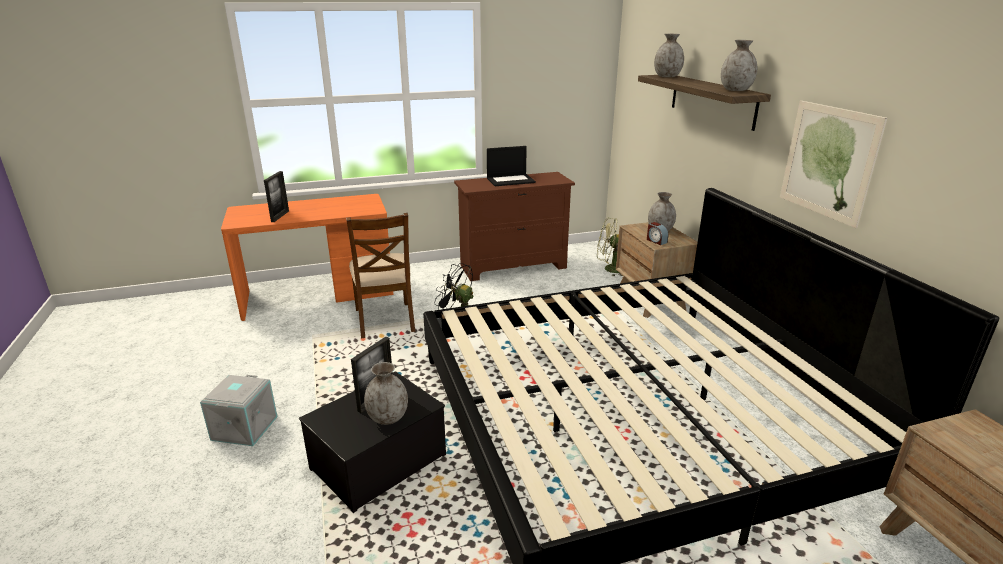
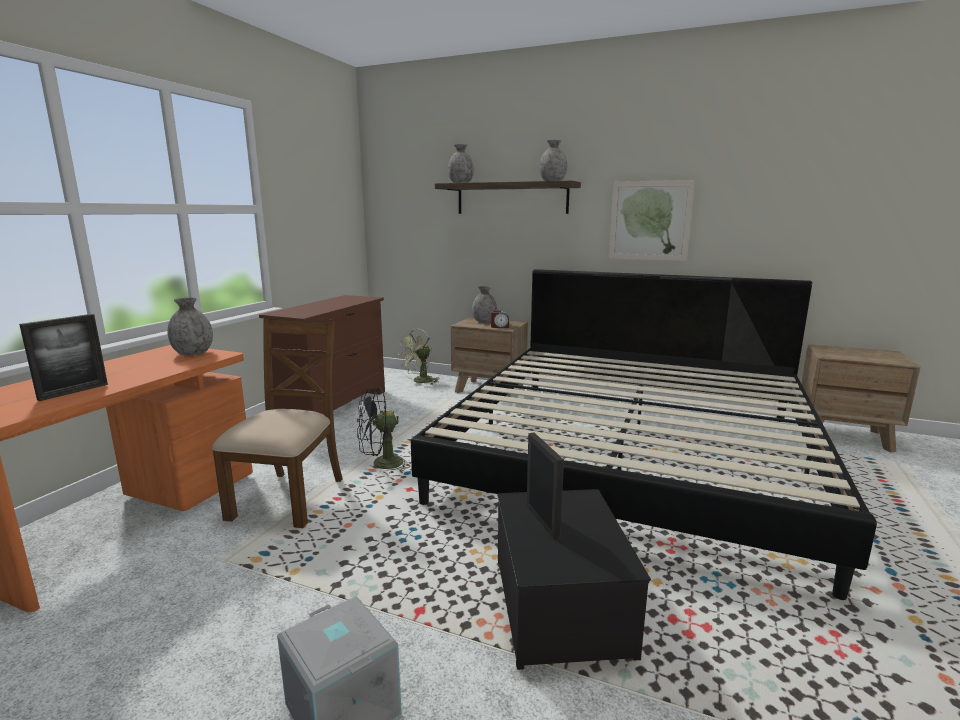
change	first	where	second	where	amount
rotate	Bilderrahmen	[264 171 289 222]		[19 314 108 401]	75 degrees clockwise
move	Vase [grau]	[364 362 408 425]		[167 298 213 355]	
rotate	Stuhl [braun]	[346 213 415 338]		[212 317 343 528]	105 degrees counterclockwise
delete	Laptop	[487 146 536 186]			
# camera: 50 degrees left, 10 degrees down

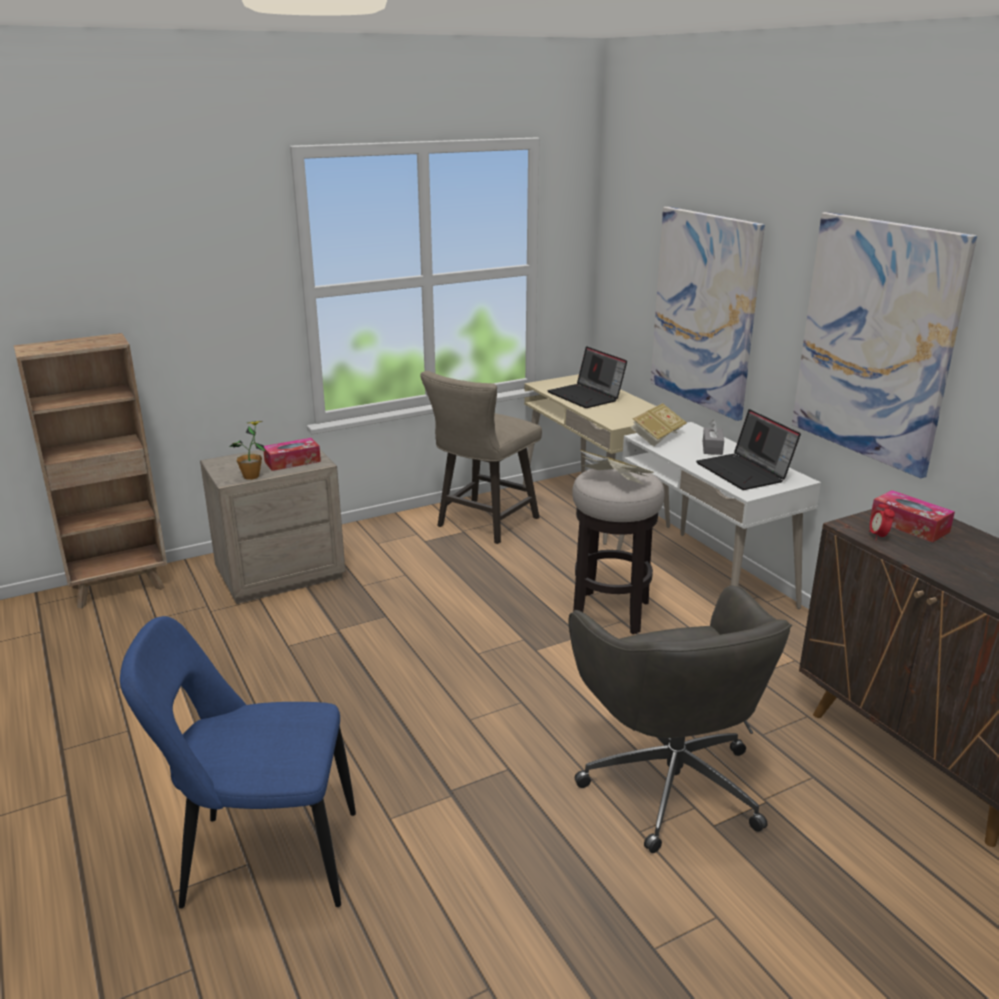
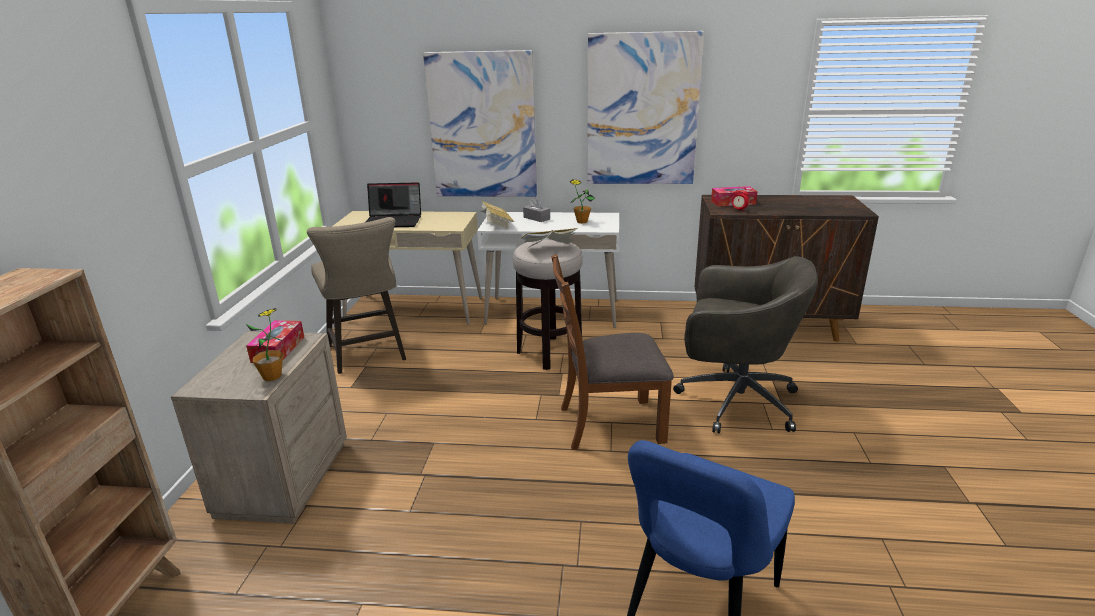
change	first	where	second	where	amount
insert			Stuhl [braun]	[551 254 674 450]	
replace	Laptop	[696 409 801 490]	Topfpflanze	[570 180 595 223]	
# camera: 55 degrees left, 0 degrees up

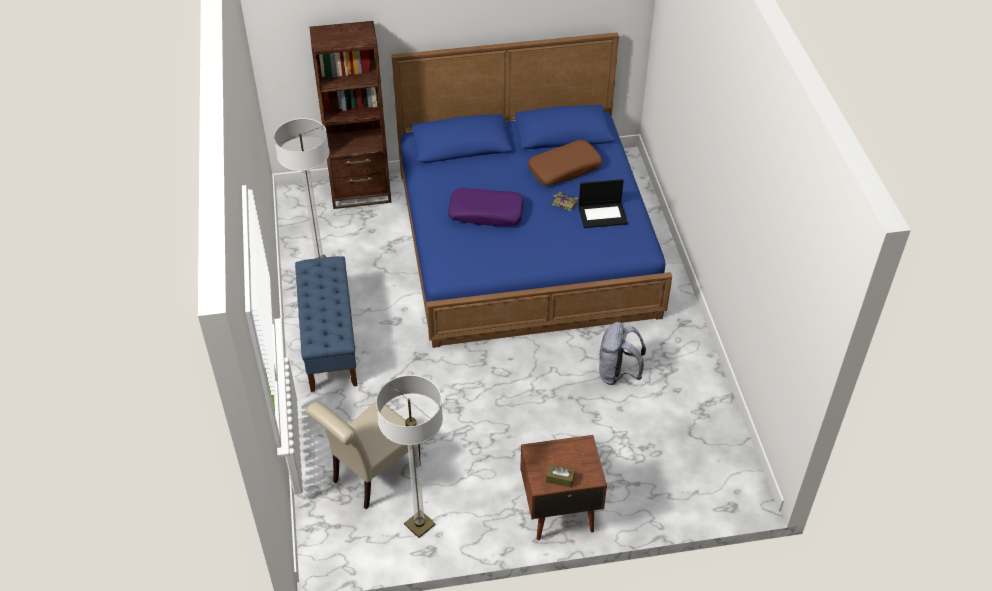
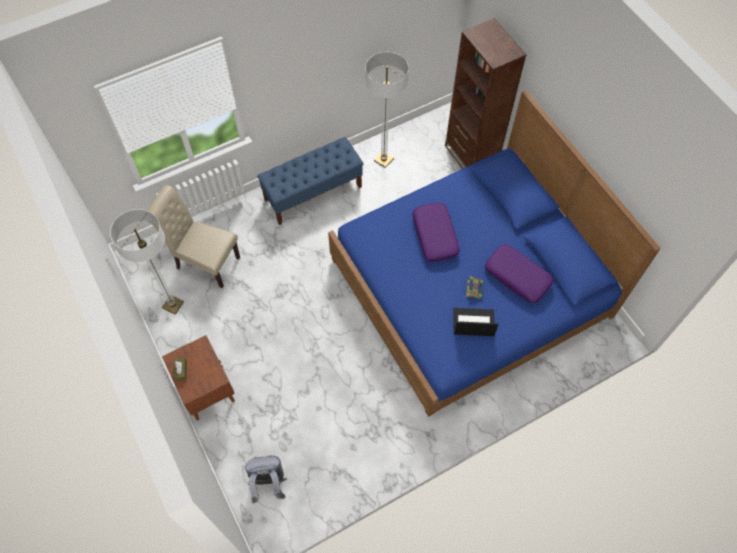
change	first	where	second	where	amount
move	Rucksack [grau]	[599 322 646 385]		[245 455 287 504]	
rotate	Laptop	[579 179 628 228]		[454 308 499 336]	120 degrees clockwise
recolor	Kissen [braun]	[528 140 602 186]	Kissen [lila]	[485 245 553 303]	
# camera: 70 degrees right, 15 degrees up

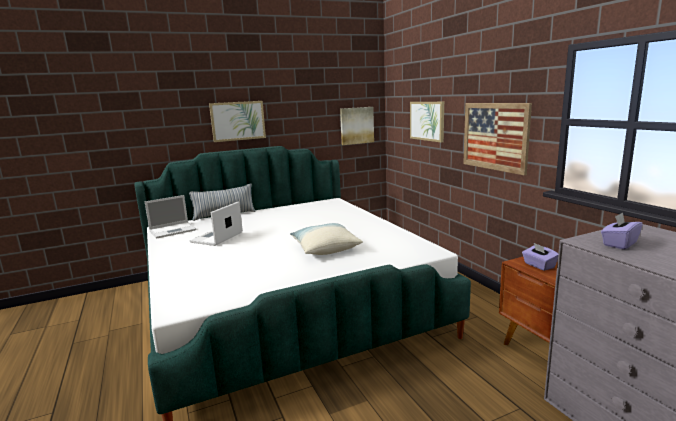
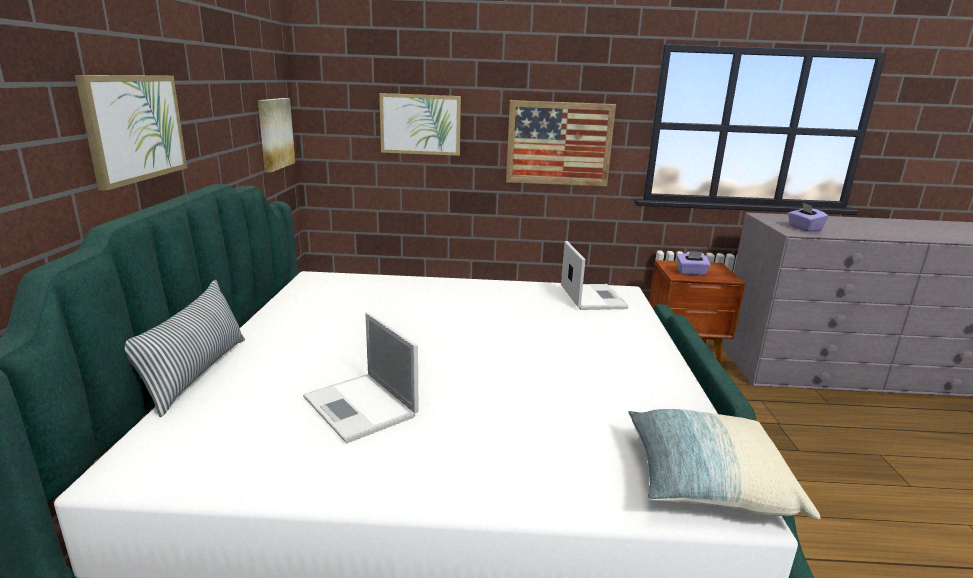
change	first	where	second	where	amount
move	Laptop	[145 195 196 239]		[561 241 629 310]	
move	Kissen	[290 223 363 255]		[628 409 821 520]	
# camera: 65 degrees left, 5 degrees up

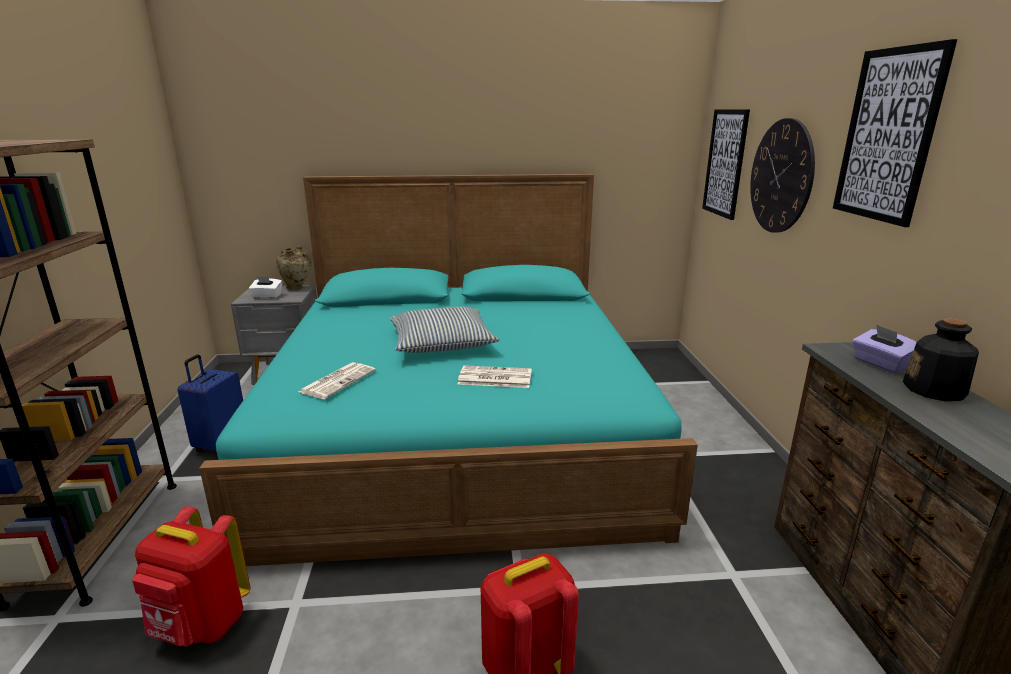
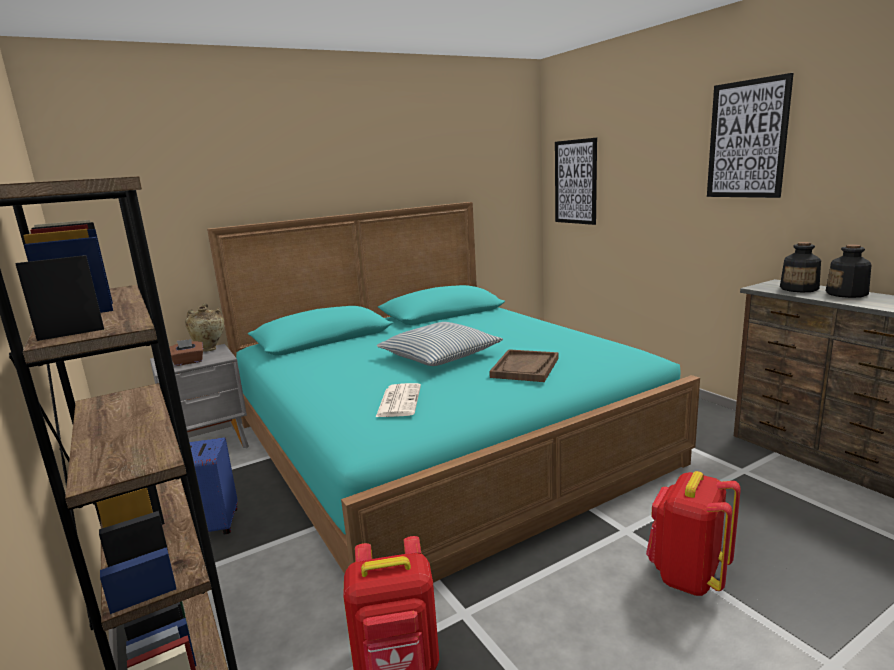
change	first	where	second	where	amount
recolor	Taschentuchbox [weiß]	[249 276 282 299]	Taschentuchbox [braun]	[169 339 203 366]	
replace	Zeitung	[458 365 532 388]	Tablett [braun]	[489 349 558 382]	
replace	Taschentuchbox [lila]	[852 325 917 373]	Flasche	[780 242 821 293]	
delete	Wanduhr	[750 118 815 233]			
# camera: 25 degrees left, 5 degrees down

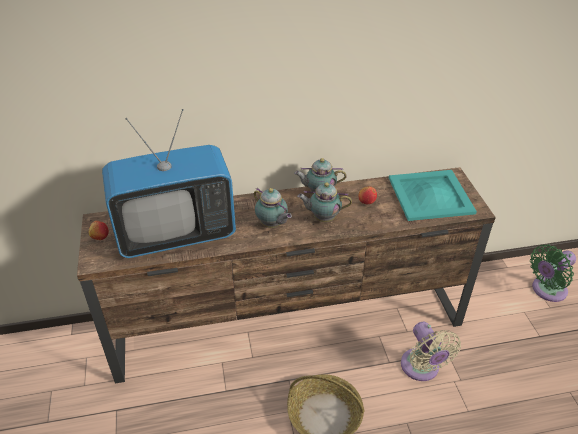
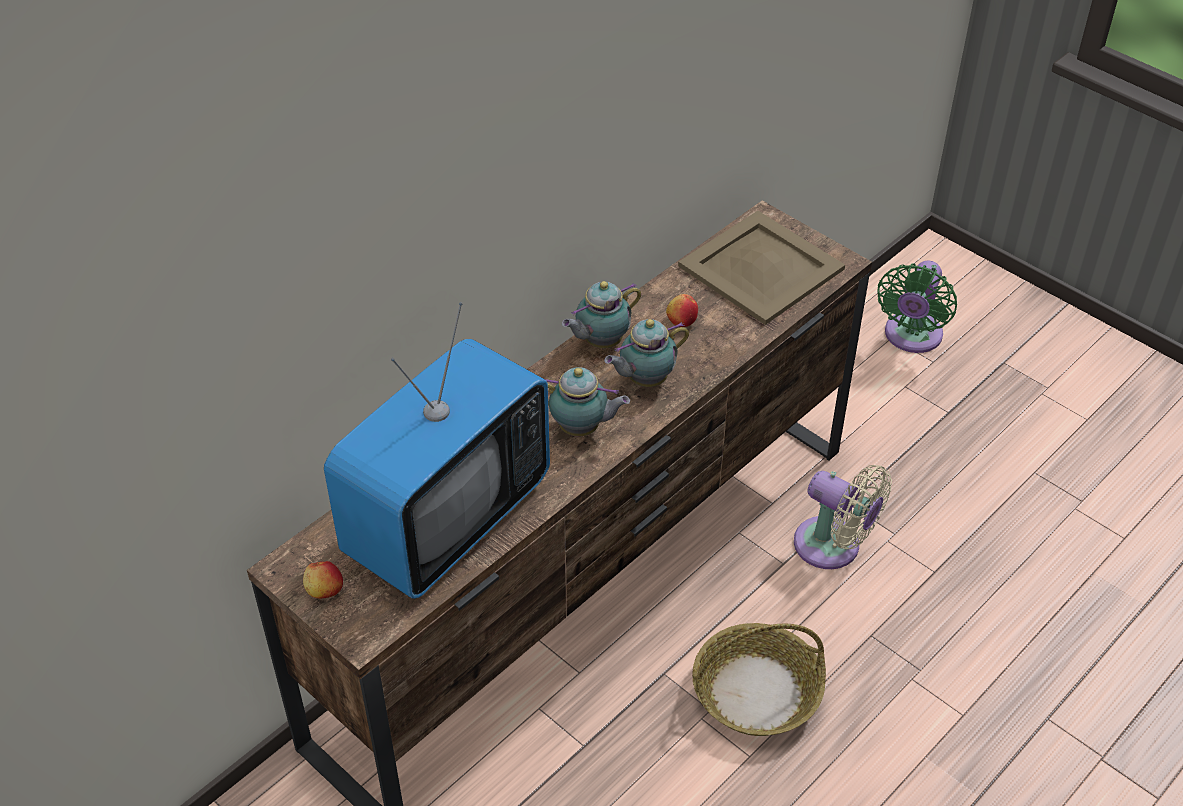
change	first	where	second	where	amount
recolor	Tablett [türkis]	[389 170 477 221]	Tablett [beige]	[678 211 845 325]	
# camera: 35 degrees left, 5 degrees up

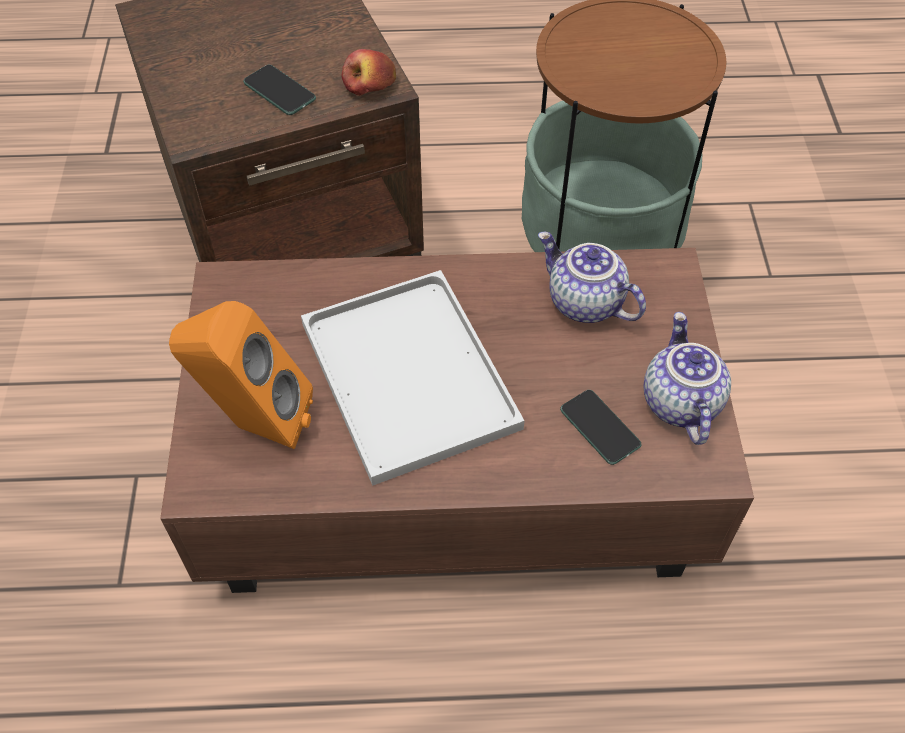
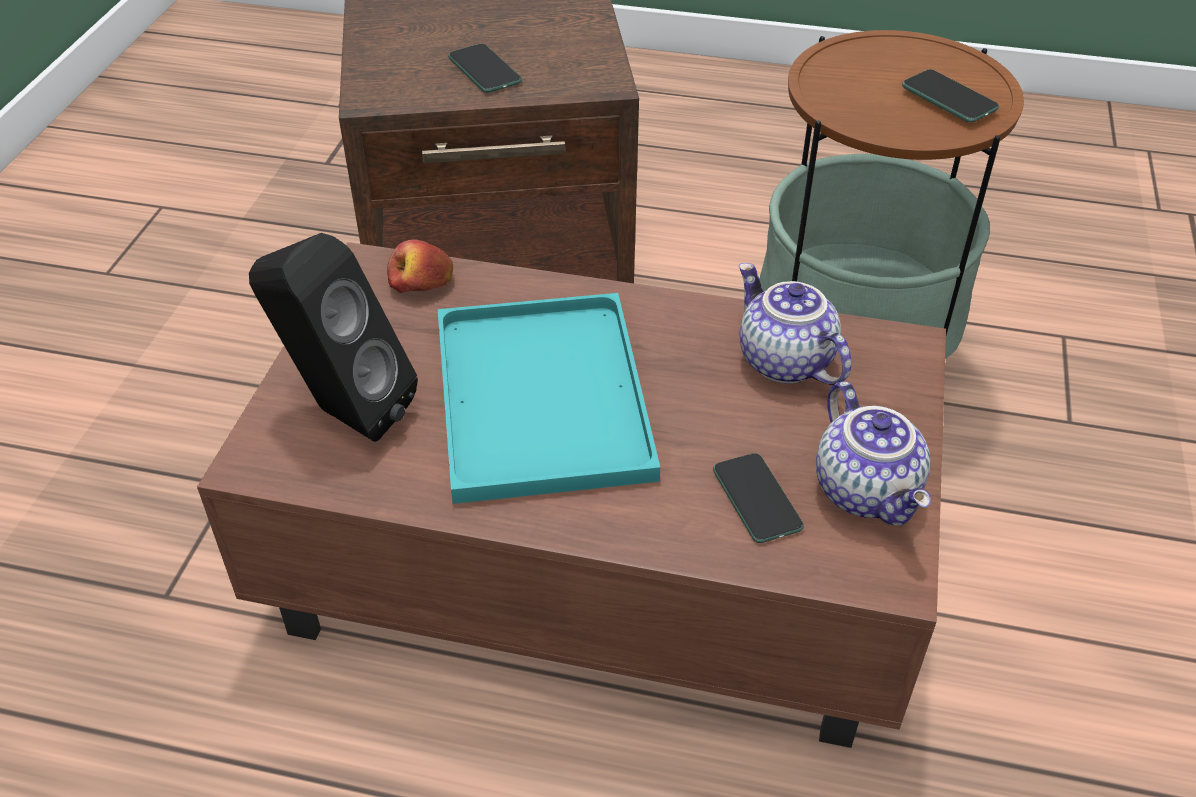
change	first	where	second	where	amount
recolor	Lautsprecher [orange]	[169 301 313 449]	Lautsprecher [schwarz]	[249 233 418 442]	
move	Apfel	[341 49 396 96]		[387 239 453 293]	
recolor	Tablett [weiß]	[301 270 524 486]	Tablett [türkis]	[438 293 660 504]	
rotate	Teekanne	[644 312 731 445]		[816 381 931 525]	150 degrees clockwise
insert			Handy	[902 69 999 123]	
# camera: 15 degrees right, 10 degrees down

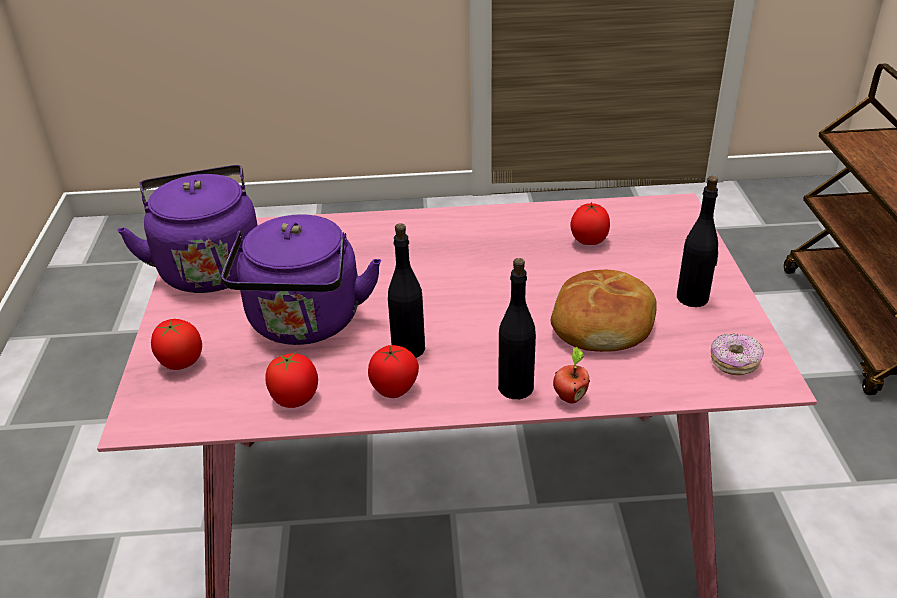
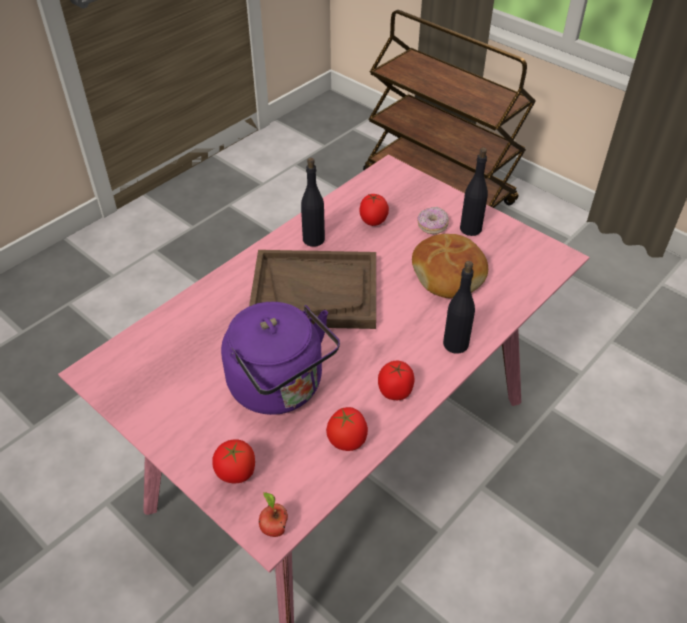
change	first	where	second	where	amount
insert			Tablett [braun]	[249 250 376 329]	
move	Apfel	[553 347 590 404]		[259 492 288 537]	
move	Flasche [schwarz]	[388 223 425 358]		[301 158 325 247]	
move	Donut	[710 333 764 376]		[417 207 449 234]	
delete	Wasserkessel [lila]	[117 165 258 293]			
# camera: 45 degrees left, 10 degrees up

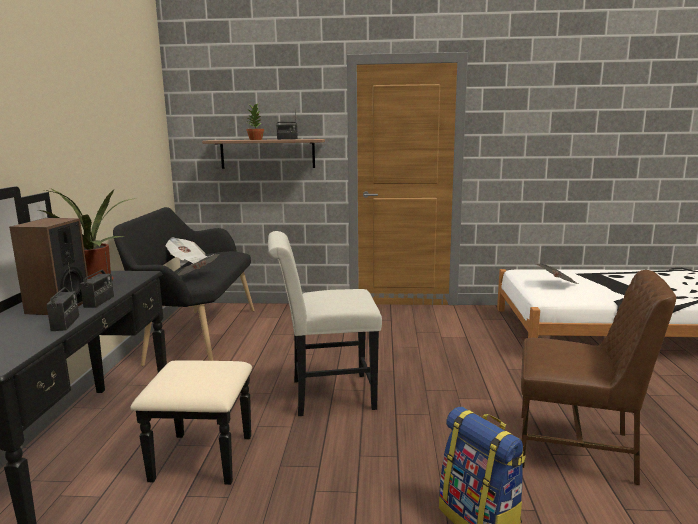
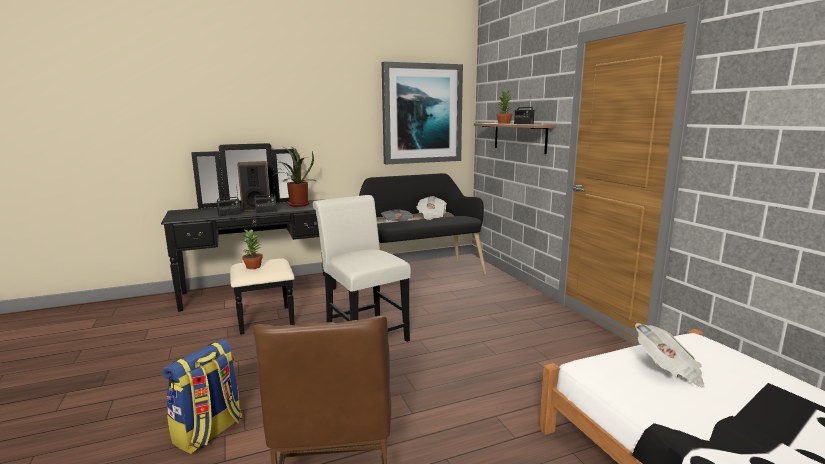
change	first	where	second	where	amount
insert			Topfpflanze	[242 229 263 269]	
insert			Bild	[382 62 463 164]	
# camera: 65 degrees right, 0 degrees up

